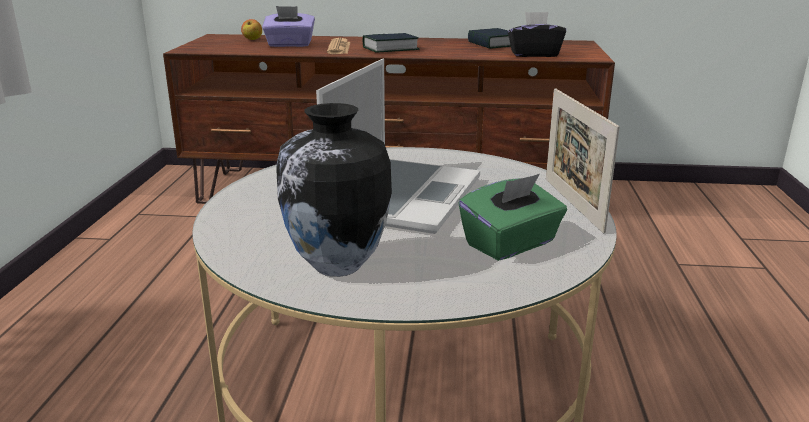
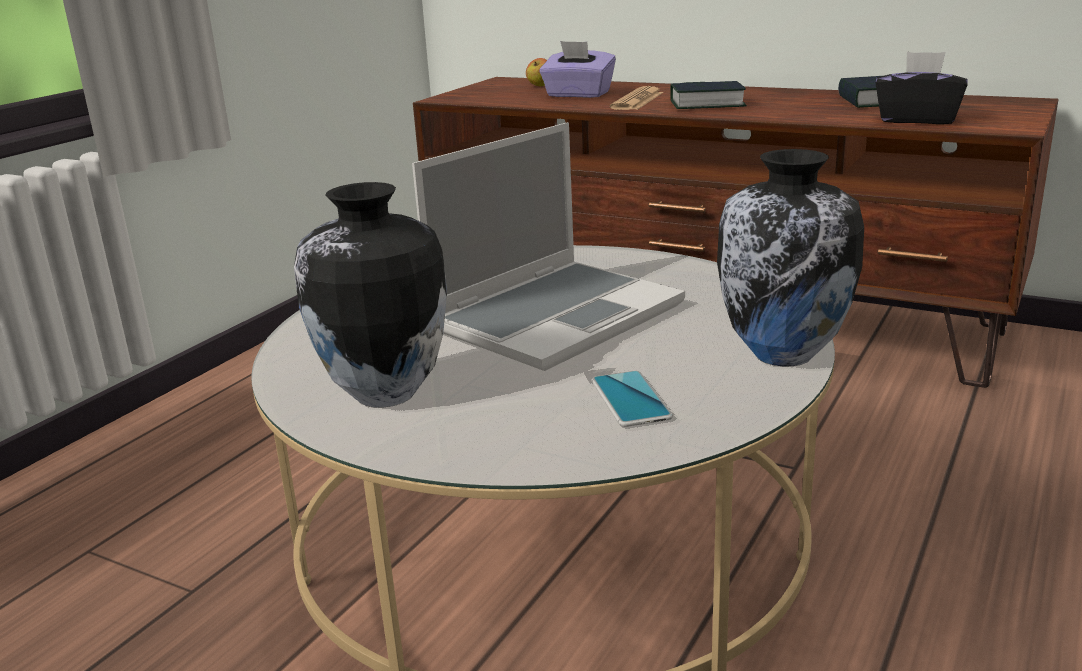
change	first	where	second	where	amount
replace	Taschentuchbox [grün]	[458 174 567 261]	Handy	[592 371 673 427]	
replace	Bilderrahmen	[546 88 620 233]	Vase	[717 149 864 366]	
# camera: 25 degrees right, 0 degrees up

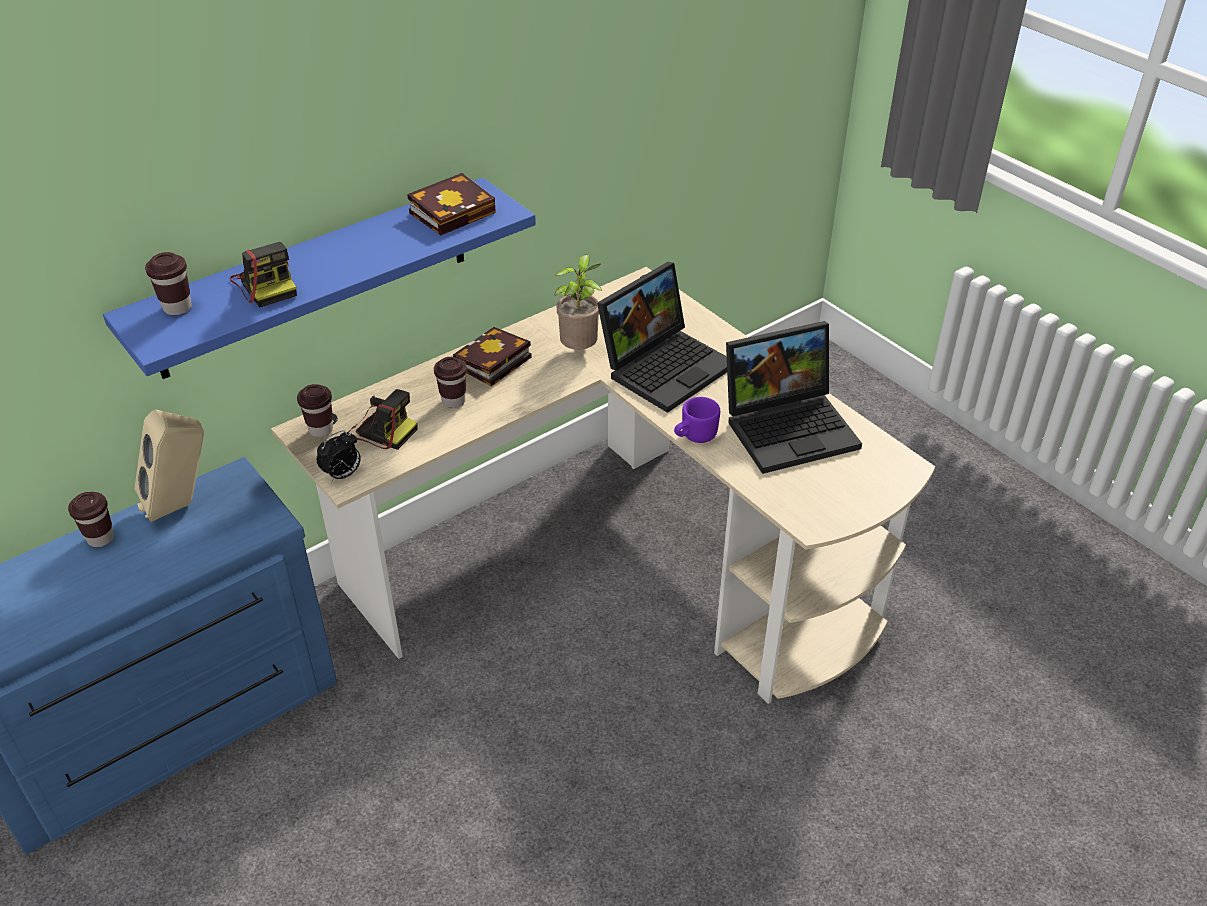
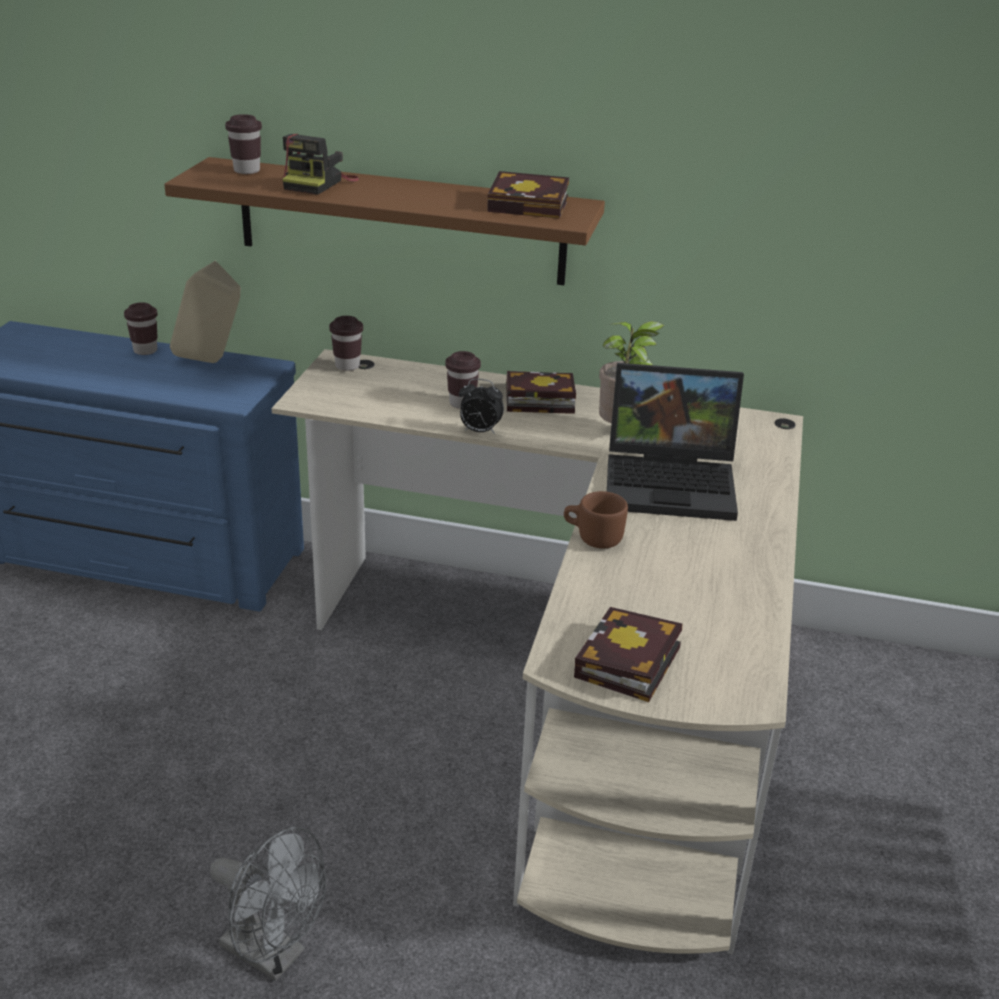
change	first	where	second	where	amount
recolor	Wandregal [blau]	[103 178 536 379]	Wandregal [braun]	[164 157 605 285]	
insert			Ventilator [grau]	[210 827 326 981]	
move	Wecker	[317 430 361 481]		[459 379 504 434]	
recolor	Henkelbecher [lila]	[674 397 720 443]	Henkelbecher [braun]	[564 491 628 548]	
insert			Buch	[574 607 682 702]	
delete	Kamera	[347 389 417 450]			
delete	Laptop	[726 321 862 474]			
# camera: 50 degrees right, 10 degrees down

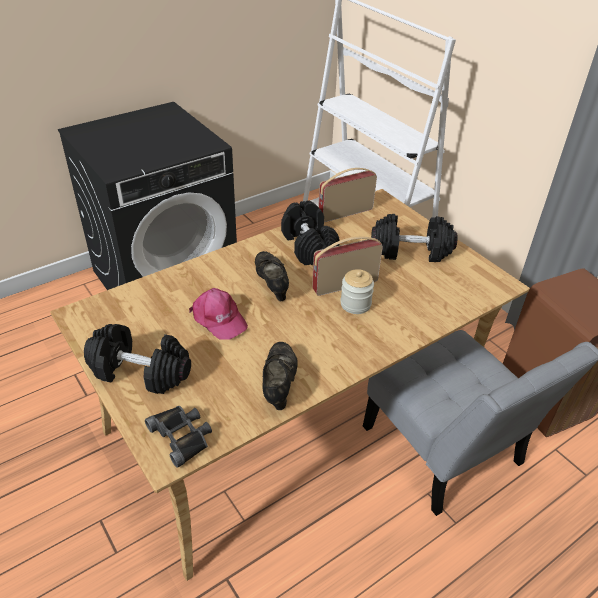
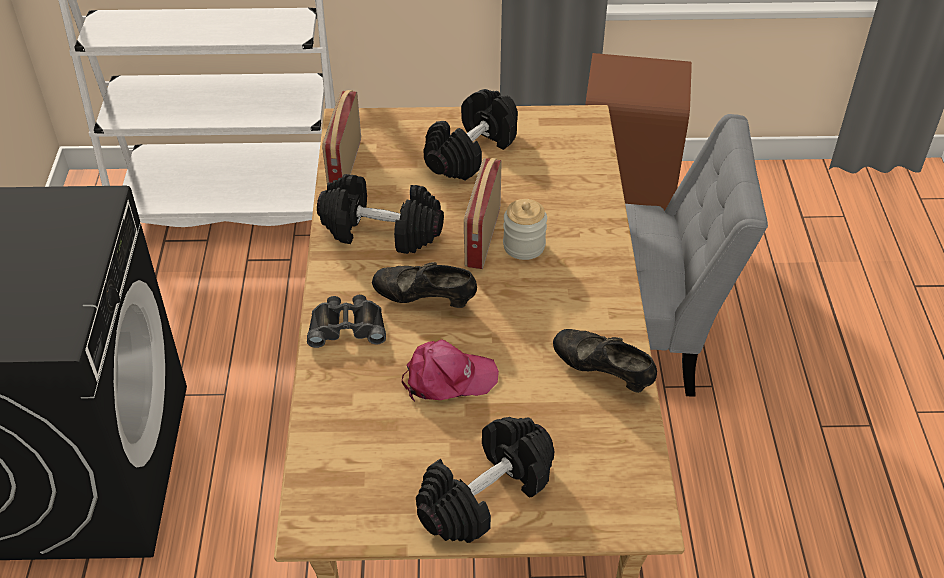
change	first	where	second	where	amount
move	Fernglas [schwarz]	[145 406 212 468]		[307 295 386 348]	
# camera: 55 degrees left, 5 degrees up

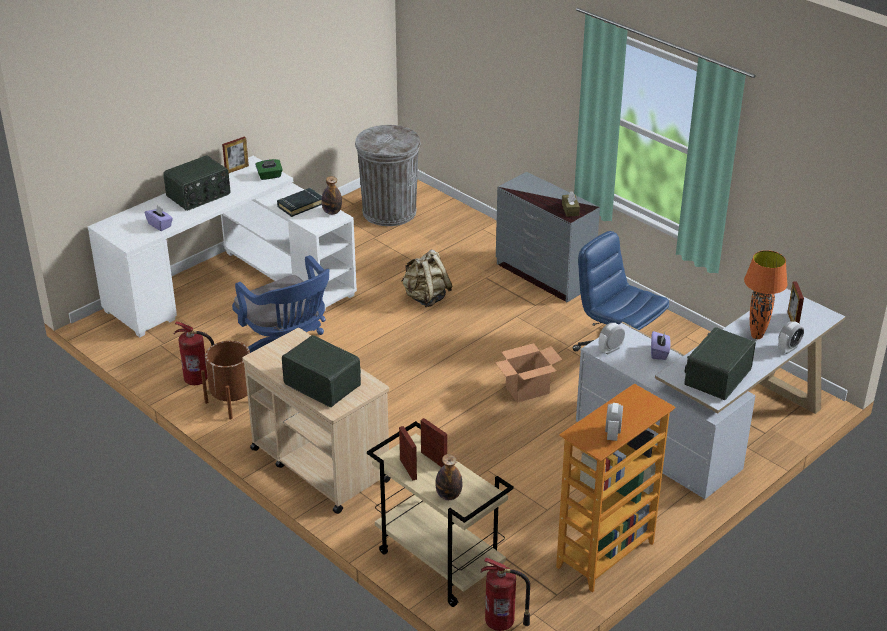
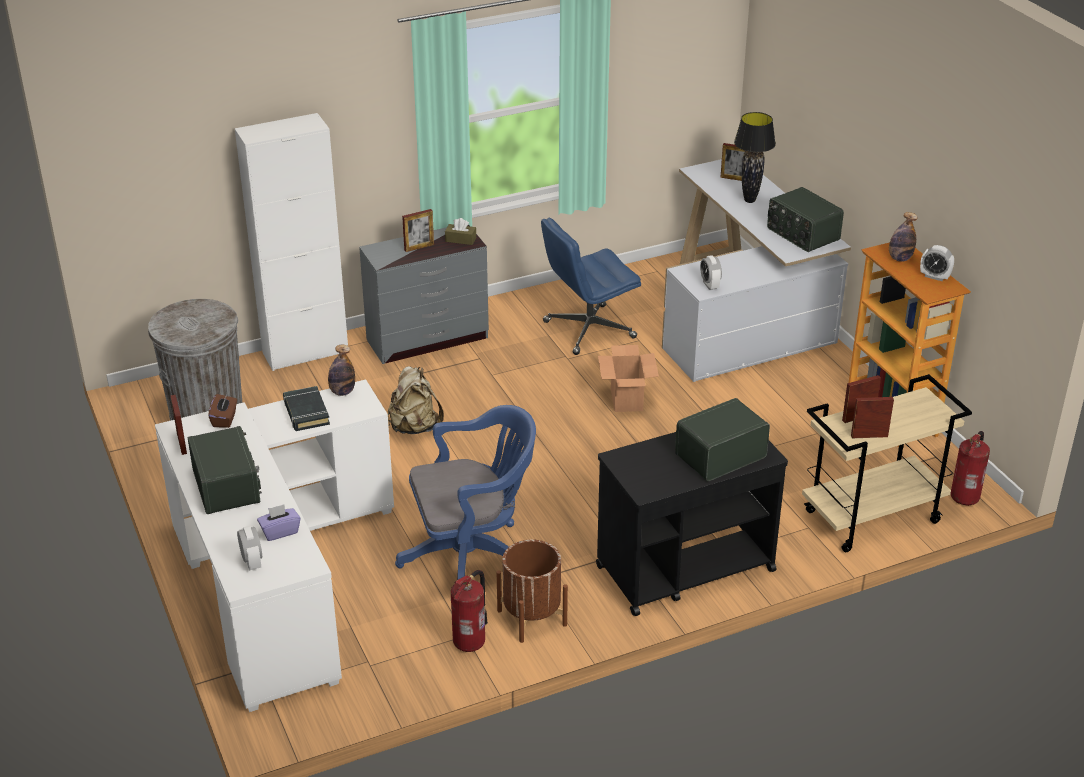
change	first	where	second	where	amount
recolor	Taschentuchbox [grün]	[255 159 283 180]	Taschentuchbox [braun]	[208 394 237 428]	
insert			Schrank [weiß]	[235 113 348 371]	
move	Wecker	[778 321 804 354]		[237 526 262 570]	
insert			Bilderrahmen	[402 209 434 252]	
recolor	Rollwagen [beige]	[242 328 390 514]	Rollwagen [schwarz]	[596 432 788 616]	
recolor	Tischlampe [orange]	[744 250 788 339]	Tischlampe [schwarz]	[734 112 776 203]	
move	Flasche	[435 454 463 500]		[889 212 918 262]	
delete	Taschentuchbox [lila]	[651 331 670 360]			
# camera: 70 degrees left, 0 degrees up

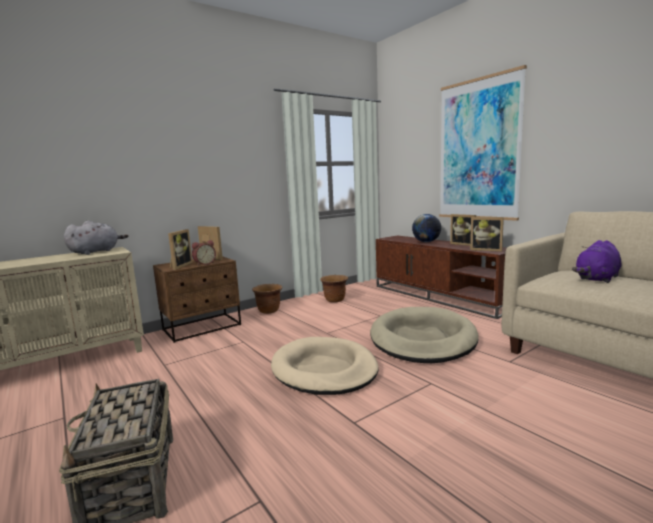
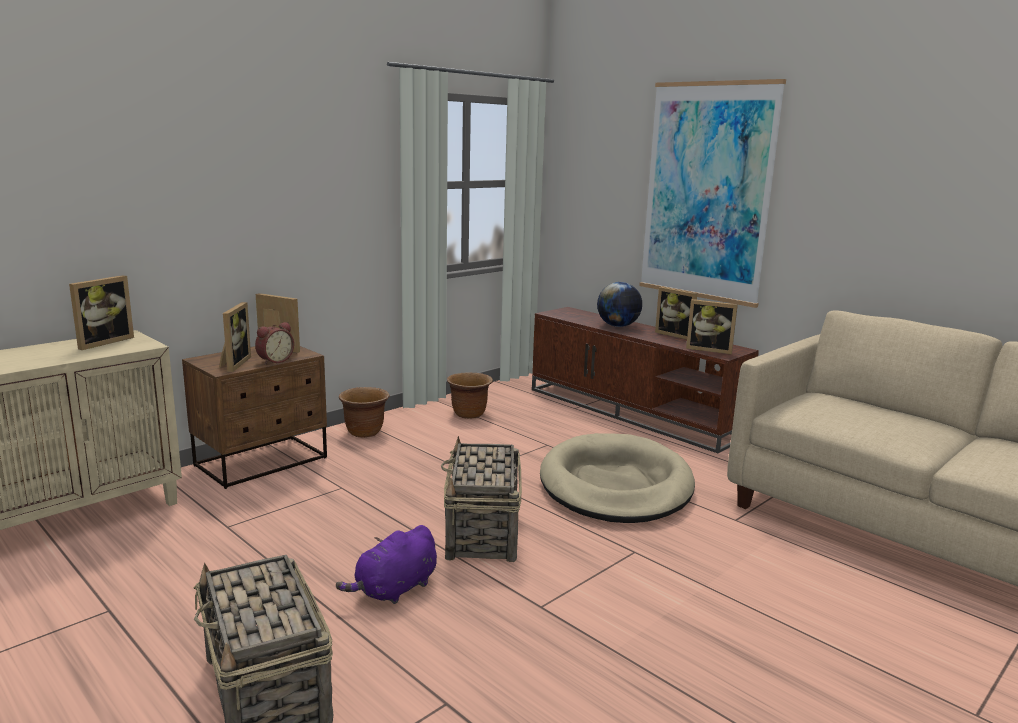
change	first	where	second	where	amount
replace	Plüschtier [grau]	[64 221 128 255]	Bilderrahmen	[69 275 134 350]	
move	Plüschtier [lila]	[572 240 622 283]		[336 525 437 604]	
replace	Hundebett [beige]	[271 337 379 395]	Korb	[441 436 522 562]	
# camera: 10 degrees left, 5 degrees up

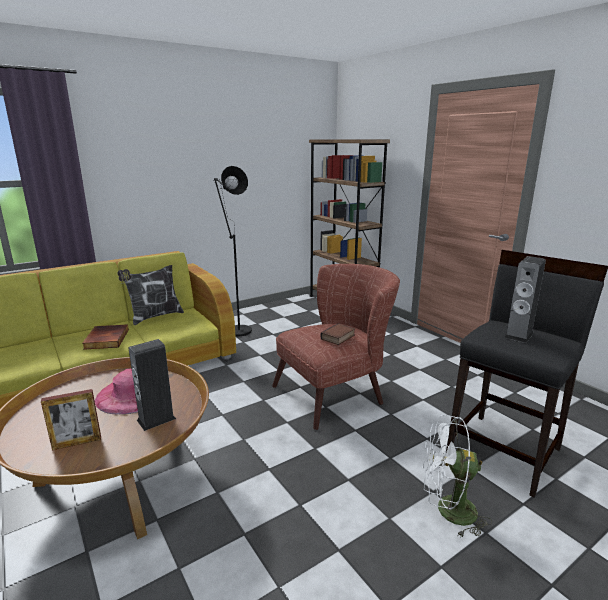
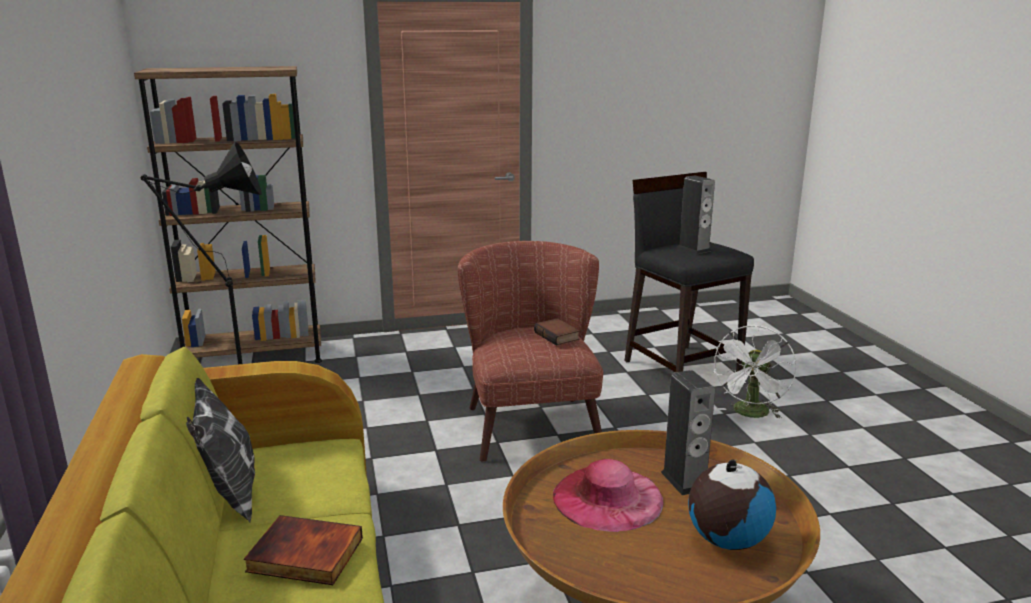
change	first	where	second	where	amount
replace	Bilderrahmen	[41 389 101 450]	Globus	[688 459 776 550]	
# camera: 70 degrees left, 0 degrees up

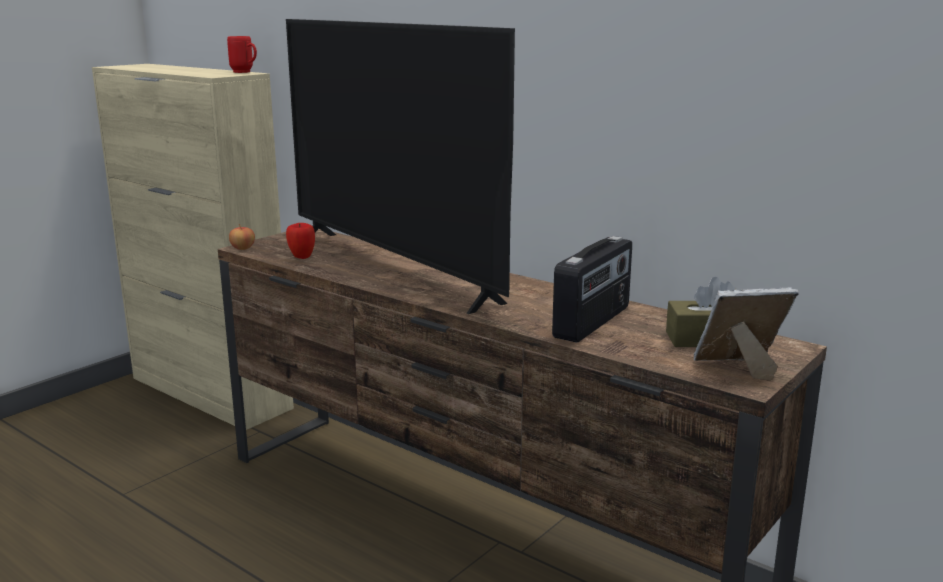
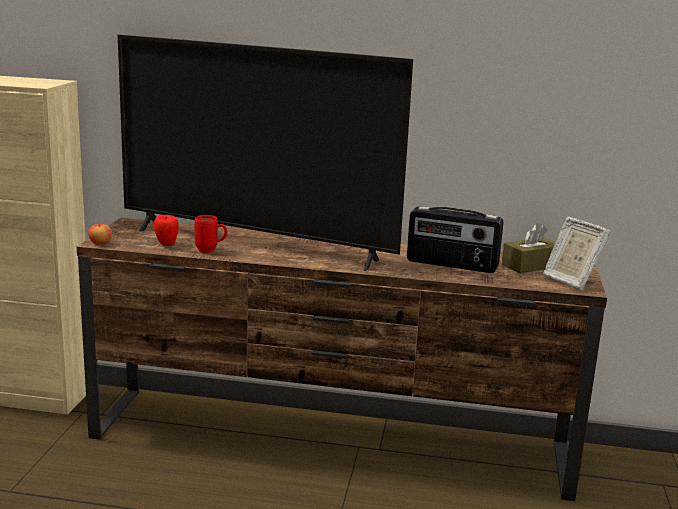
change	first	where	second	where	amount
move	Henkelbecher [rot]	[227 36 257 73]		[195 215 227 253]	
rotate	Radio	[552 236 632 343]		[407 206 504 273]	105 degrees clockwise
rotate	Bilderrahmen	[694 288 799 381]		[543 217 610 290]	90 degrees counterclockwise
# camera: 30 degrees left, 0 degrees up

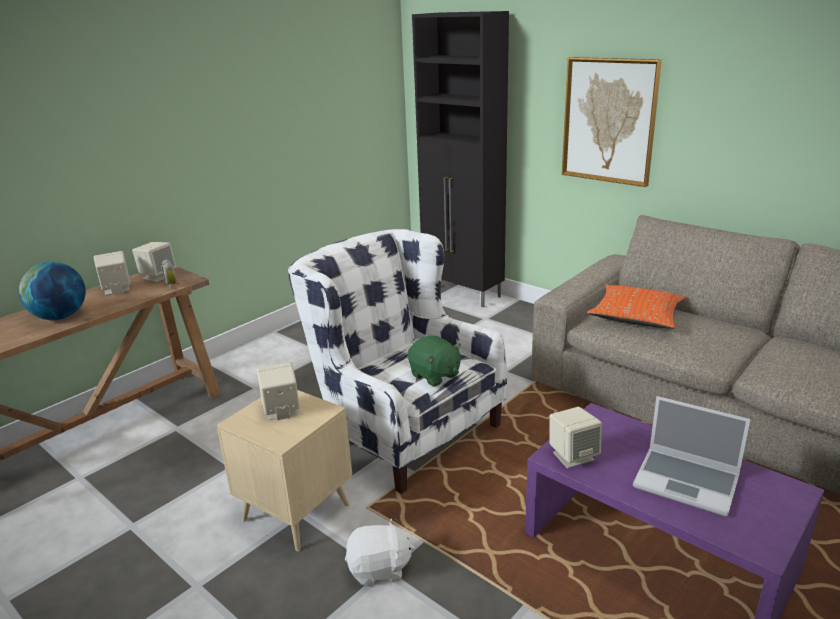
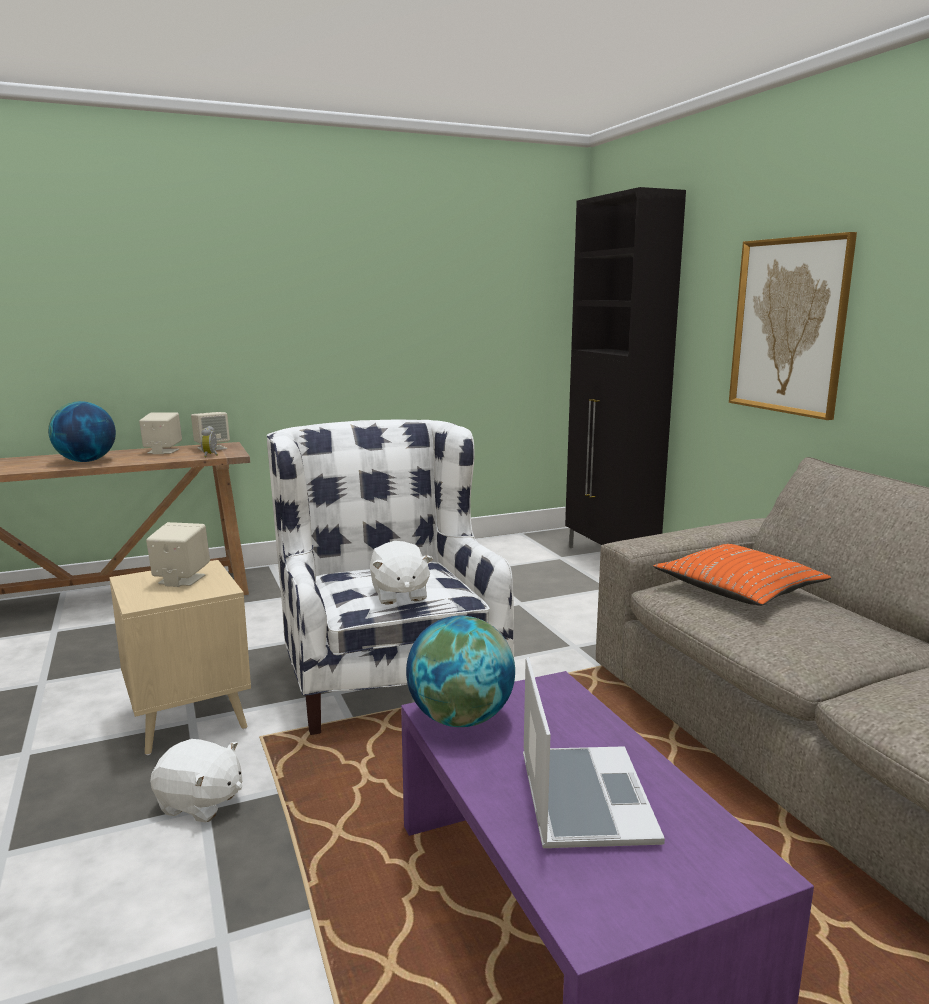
change	first	where	second	where	amount
recolor	Plüschtier [grün]	[407 336 461 386]	Plüschtier [weiß]	[370 541 433 605]	
replace	Lautsprecher [beige]	[550 407 602 468]	Globus	[406 616 515 727]	
rotate	Laptop	[633 396 750 516]		[523 657 665 848]	150 degrees counterclockwise
# camera: 25 degrees right, 10 degrees down

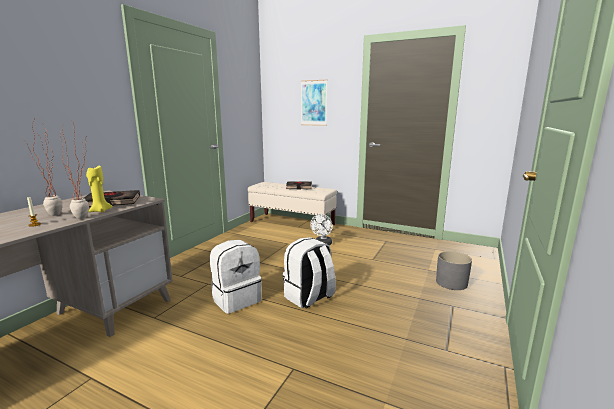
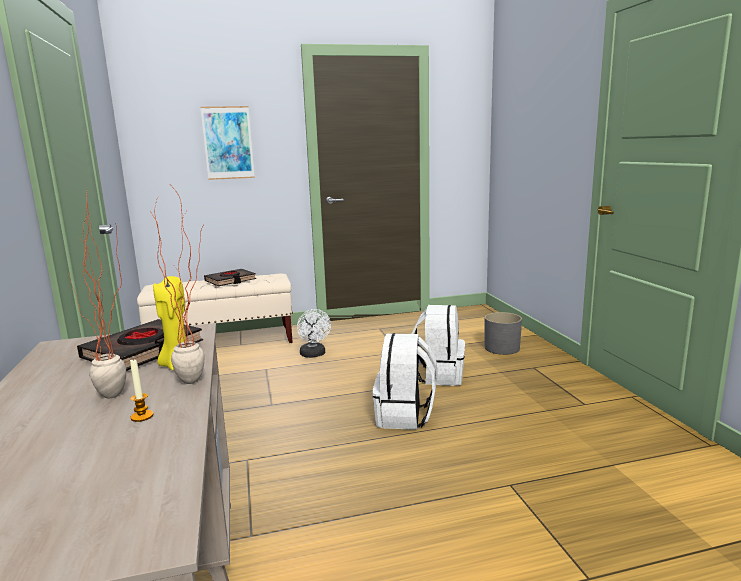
change	first	where	second	where	amount
move	Rucksack [weiß]	[210 240 262 314]		[411 305 465 386]	
# camera: 40 degrees left, 0 degrees up

